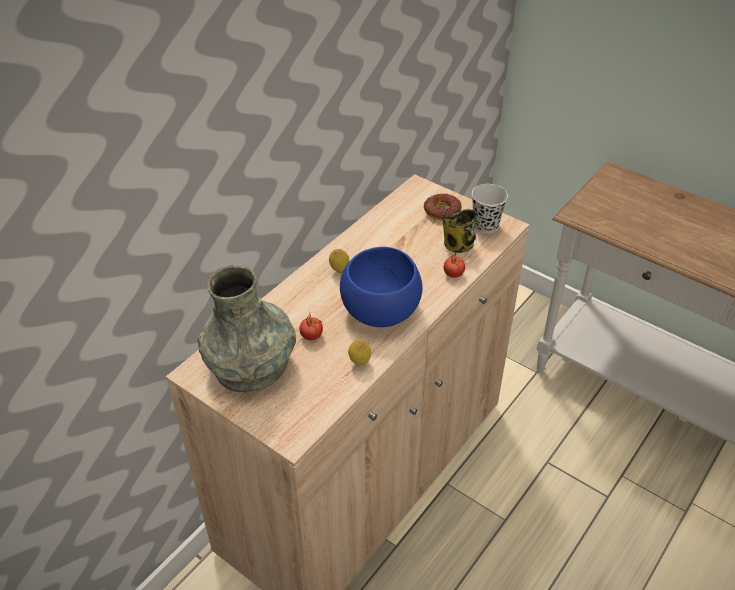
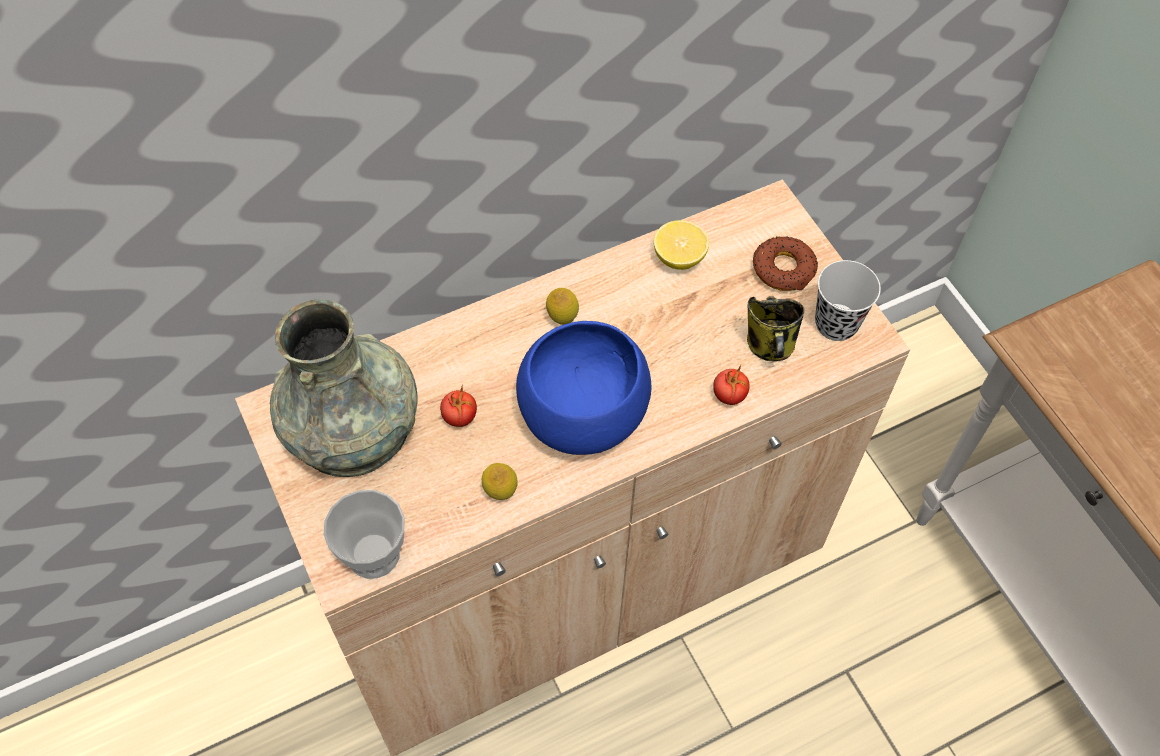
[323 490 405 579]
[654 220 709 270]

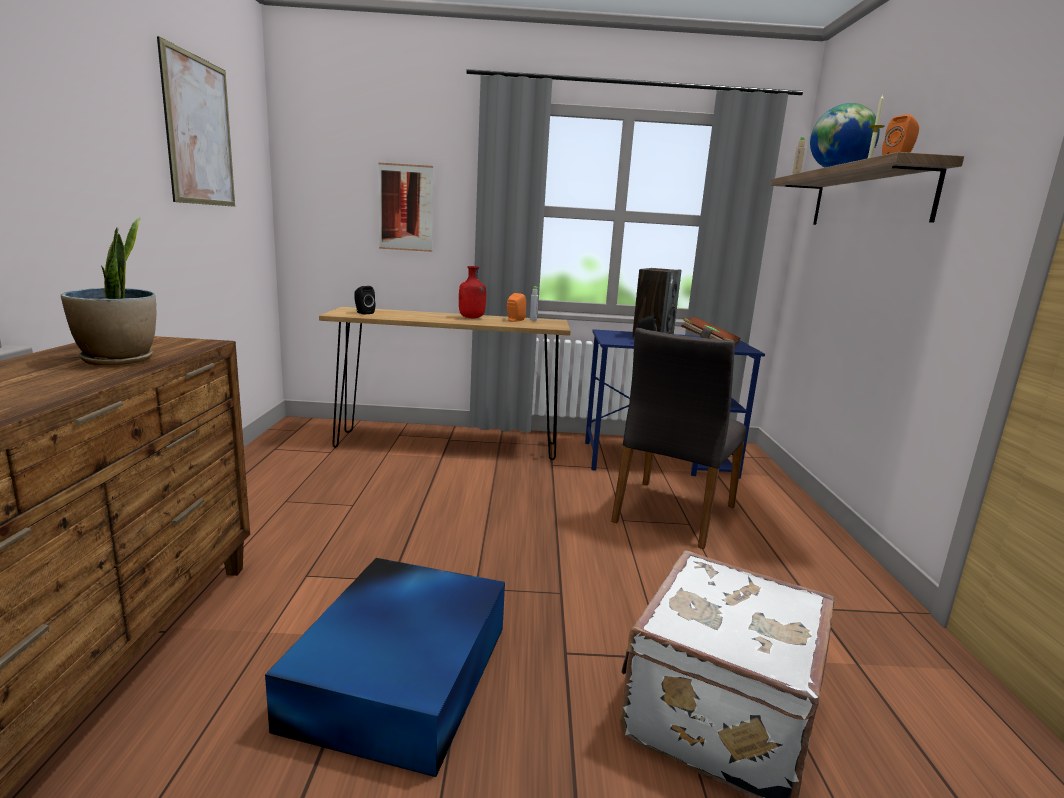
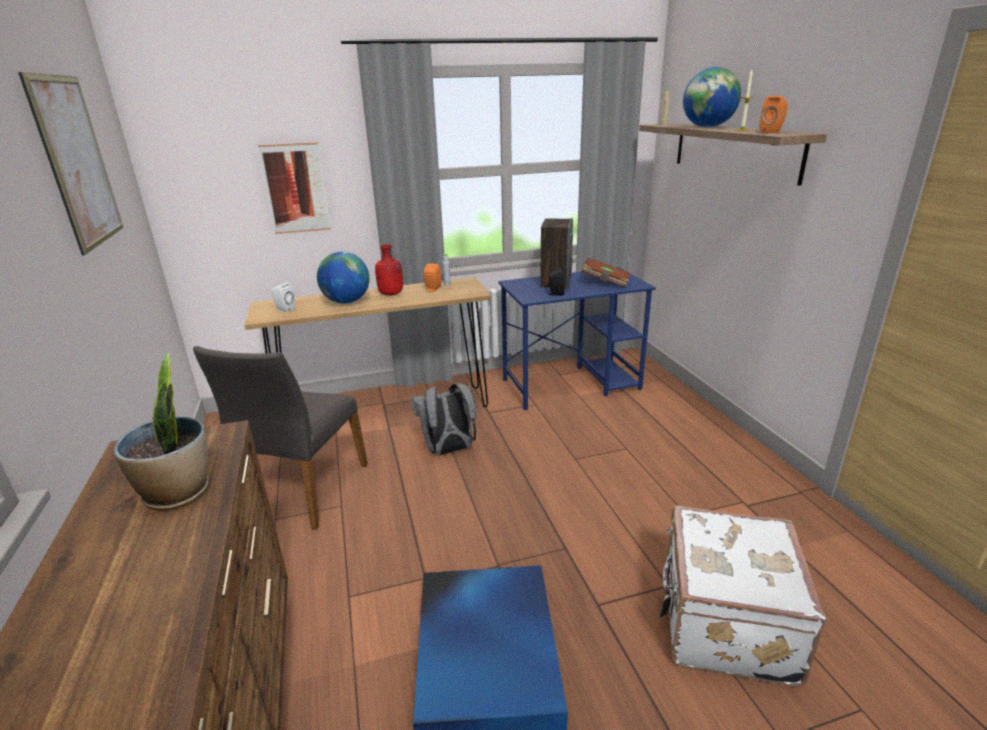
[271 282 296 312]
[193 346 368 530]
[317 252 370 304]
[411 383 476 455]

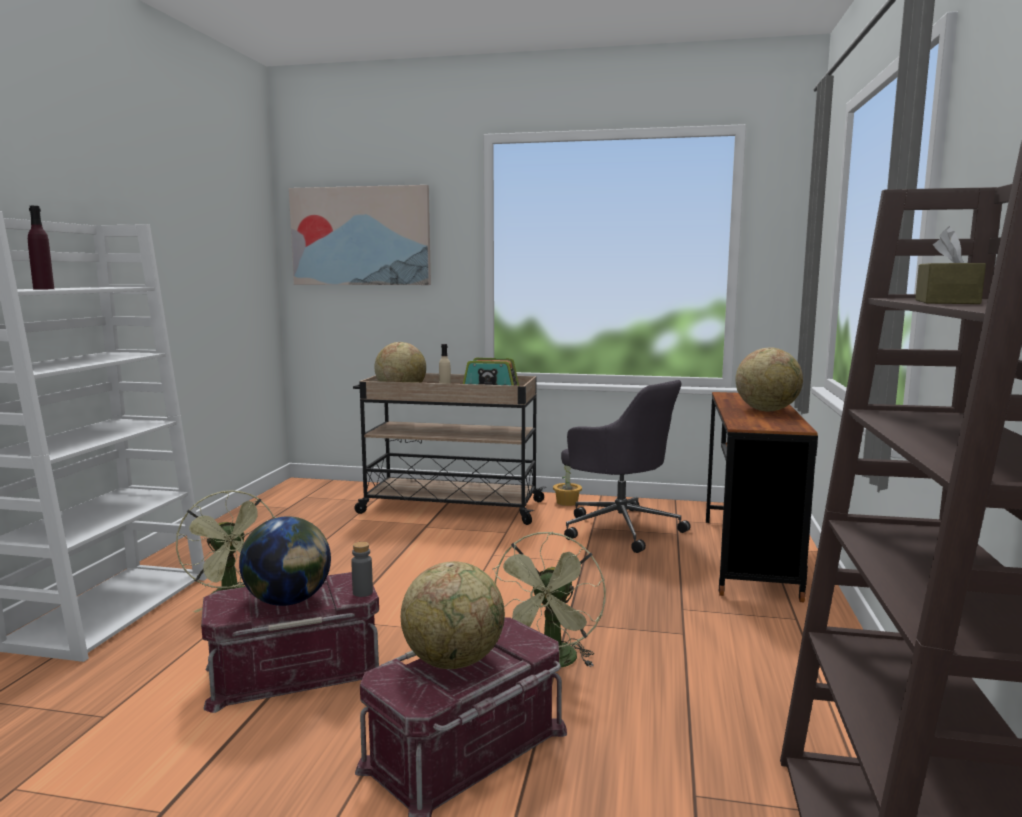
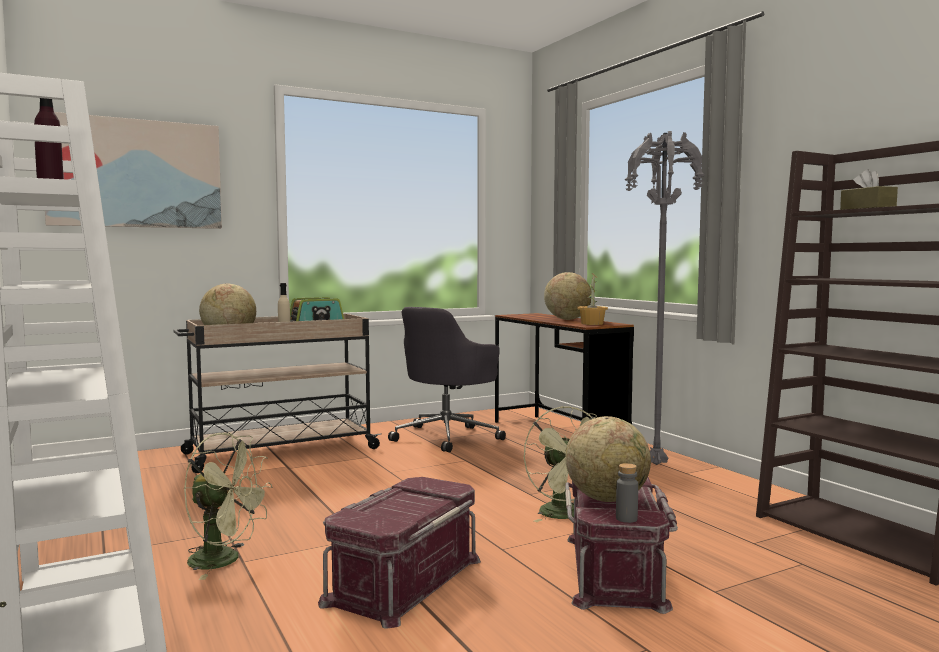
[239 516 331 606] (first image)
[616 463 638 523]
[577 273 608 325]
[388 307 506 452]
[625 131 705 465]

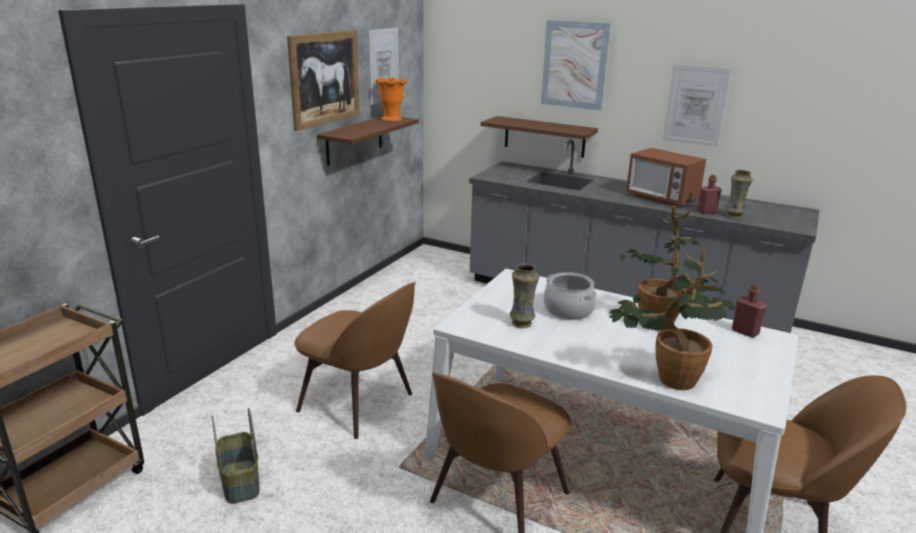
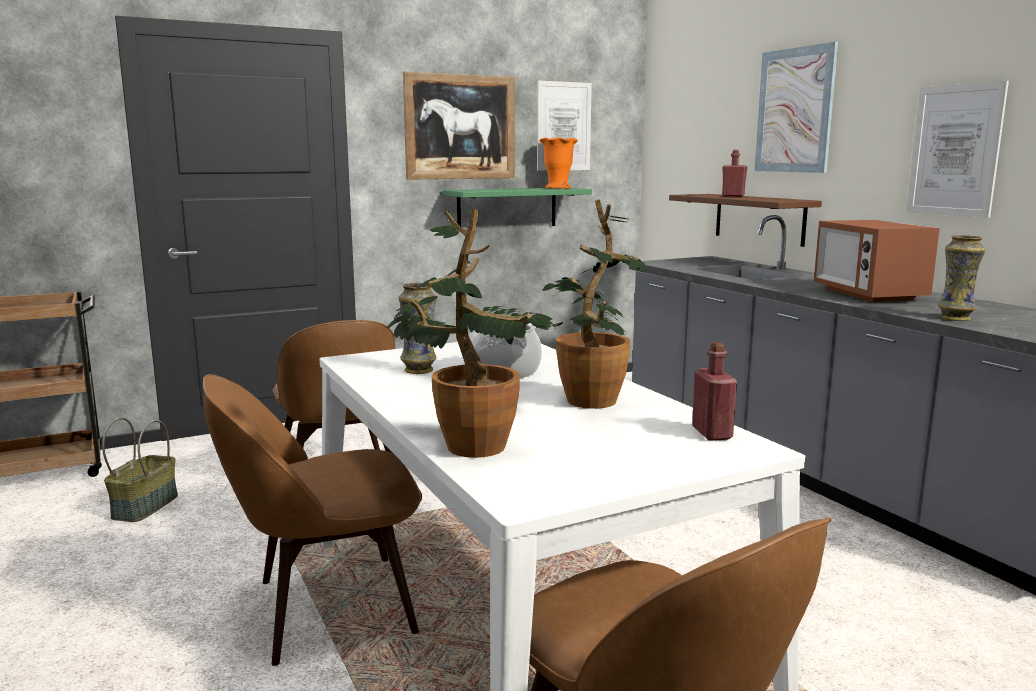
[443 188 592 226]
[722 150 748 197]

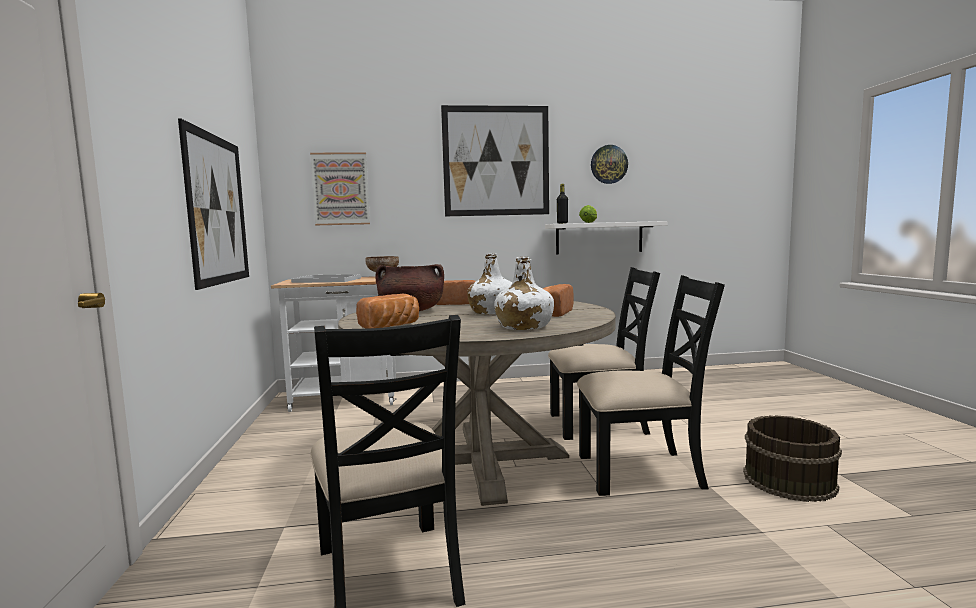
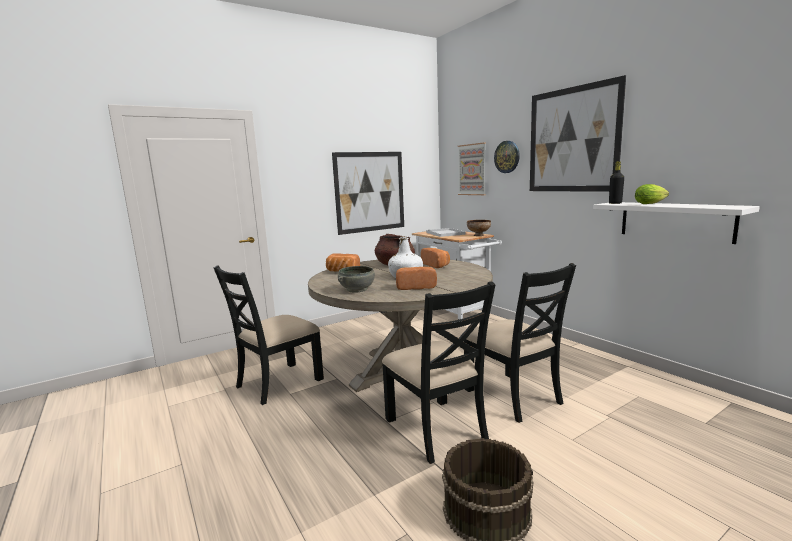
[338 266 375 293]
[494 141 520 173]

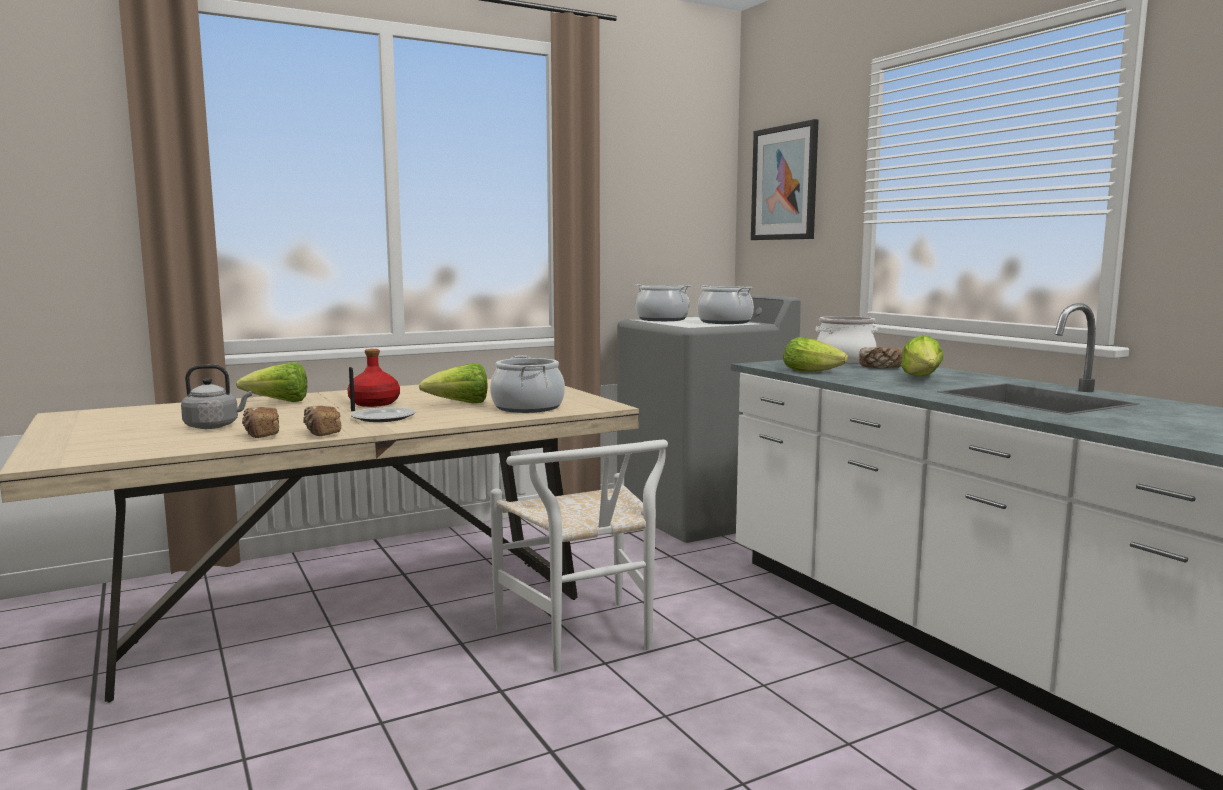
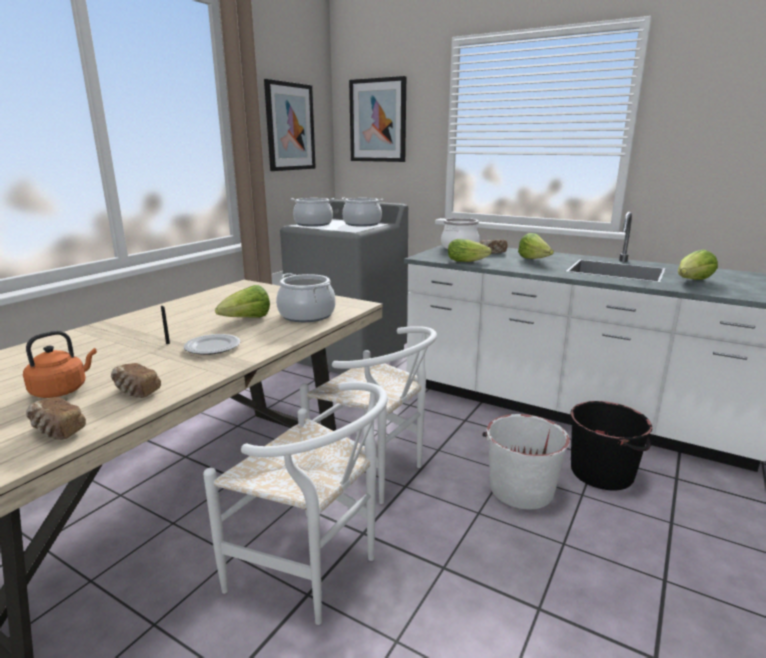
[23 331 97 398]
[678 250 718 280]
[26 397 86 440]
[347 349 400 407] (first image)
[203 382 388 625]
[264 79 316 171]
[483 414 571 509]
[571 401 652 491]

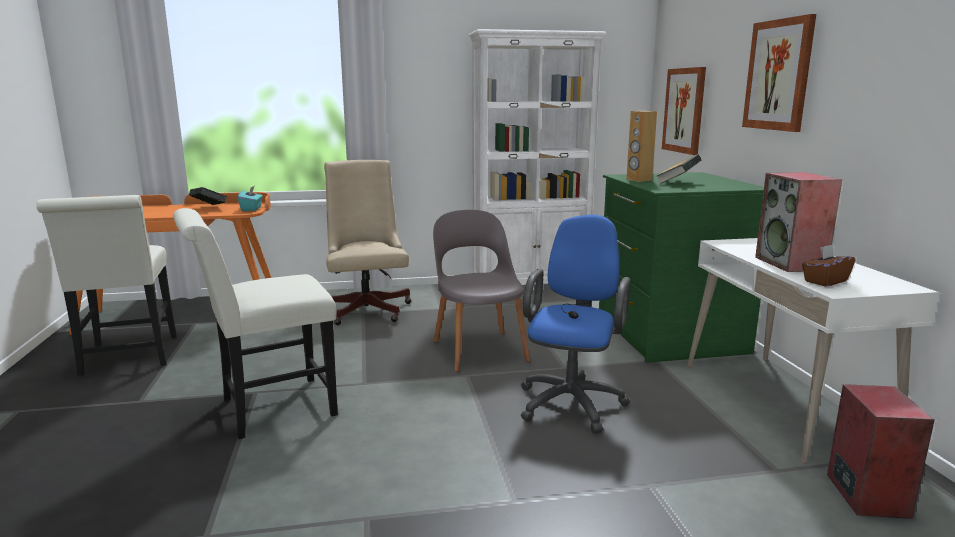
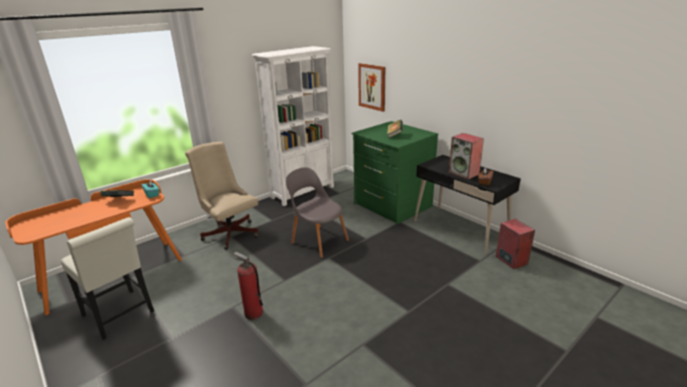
[234 252 263 320]
[521 215 630 434] (first image)
[626 111 657 182] (first image)
[414 155 521 255]
[742 14 816 132] (first image)

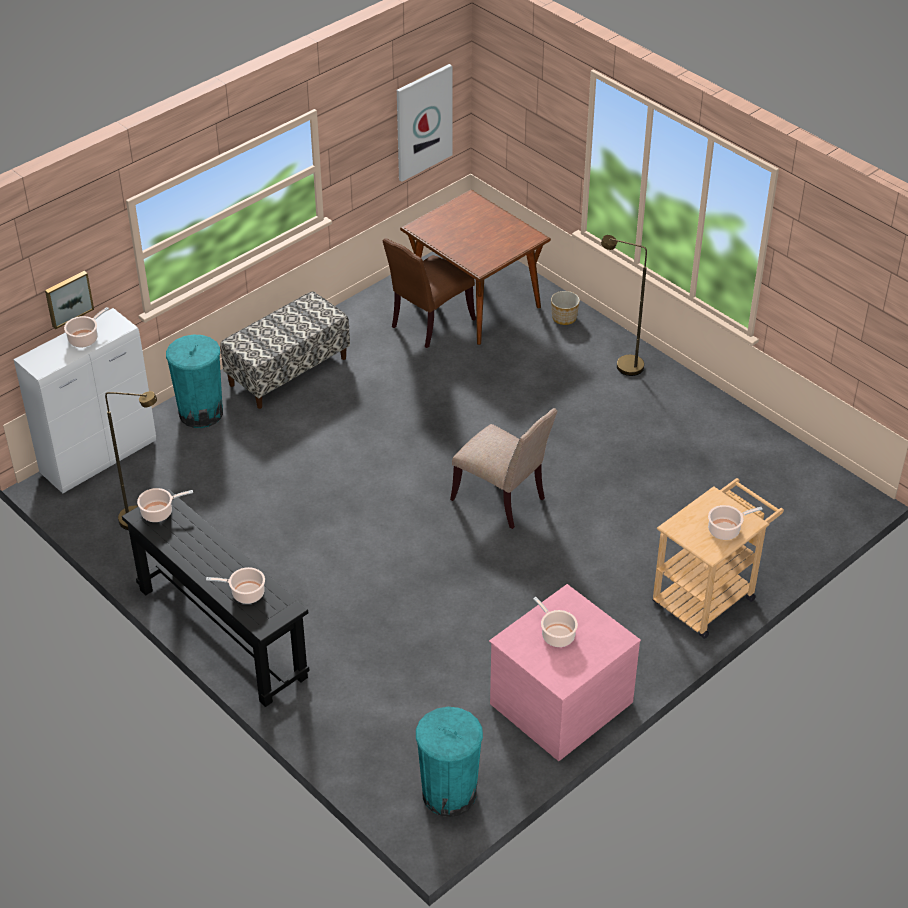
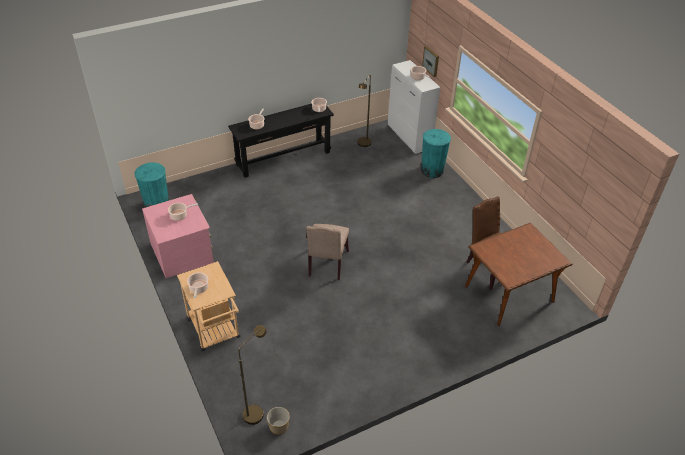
[220 291 350 409] (first image)
[397 64 452 182] (first image)
[306 224 349 280]
[267 407 290 435]
[238 325 267 425]

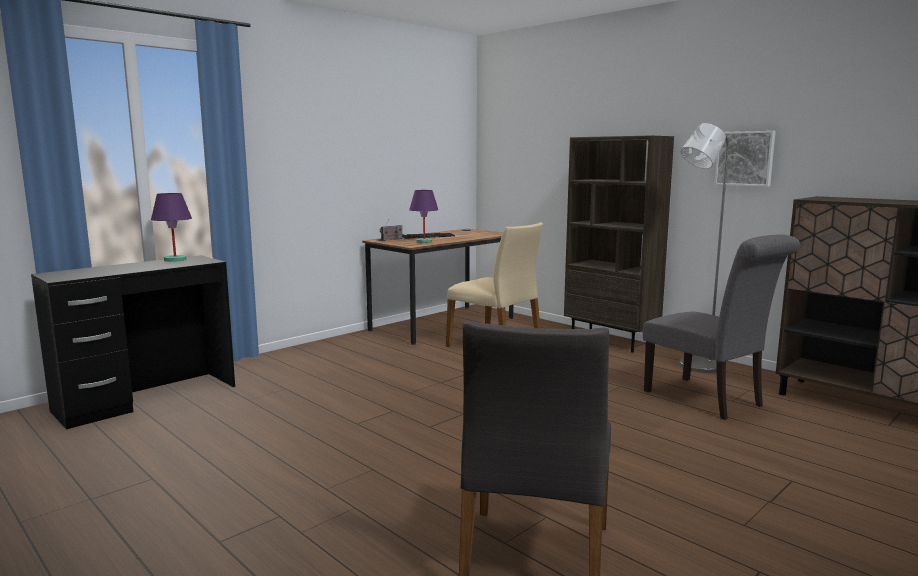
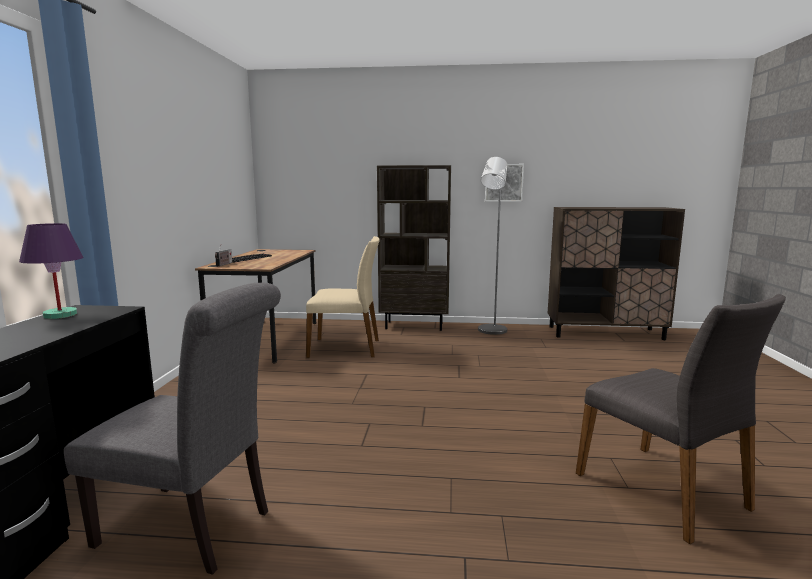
[409 190 438 243] (first image)
[64 283 281 575]

